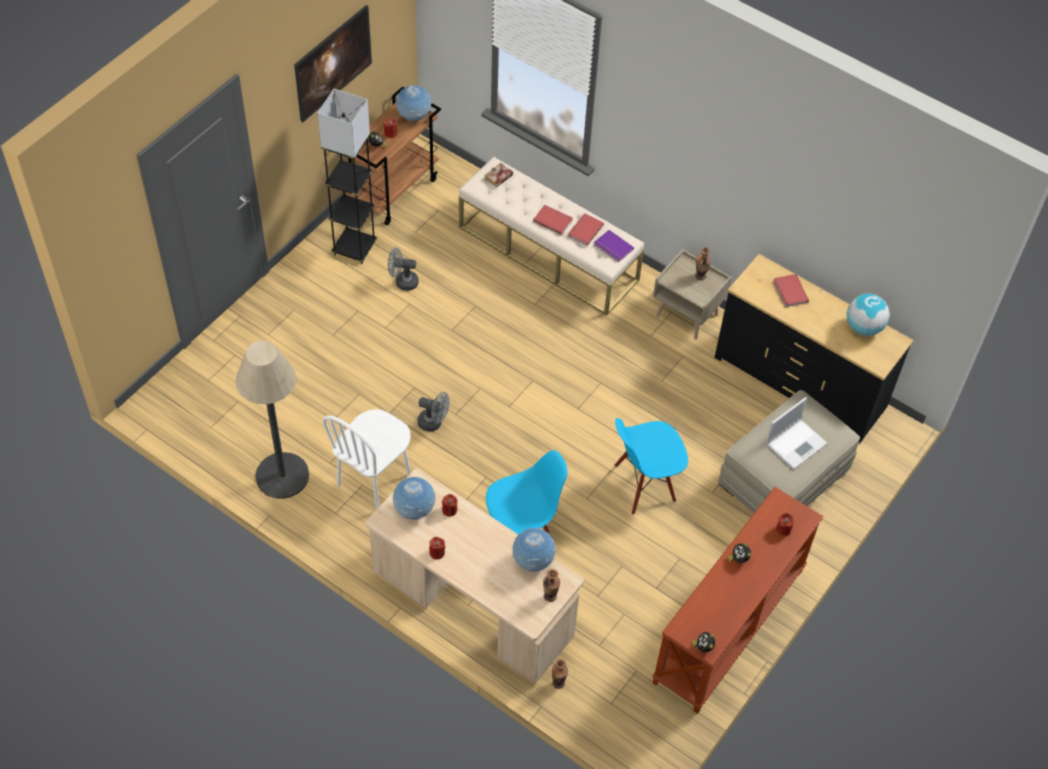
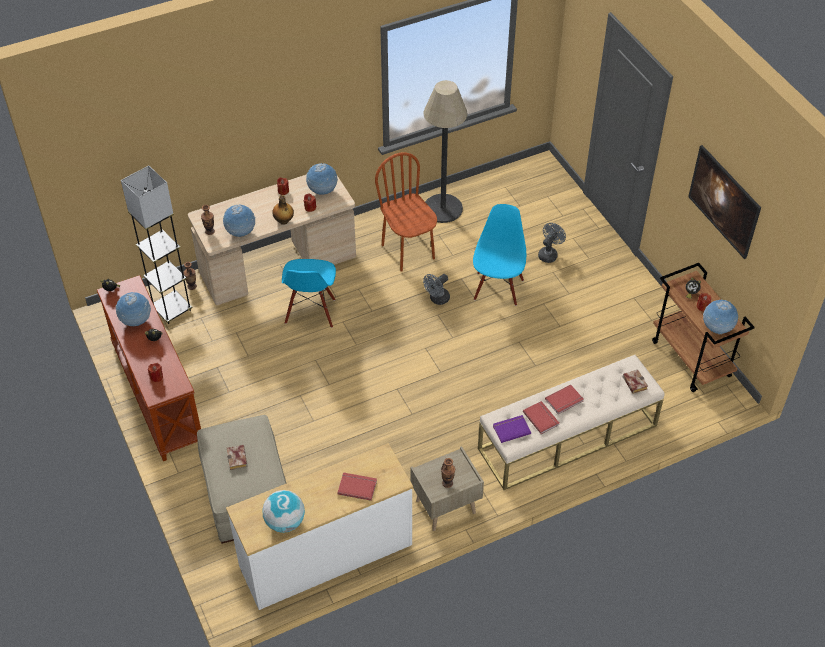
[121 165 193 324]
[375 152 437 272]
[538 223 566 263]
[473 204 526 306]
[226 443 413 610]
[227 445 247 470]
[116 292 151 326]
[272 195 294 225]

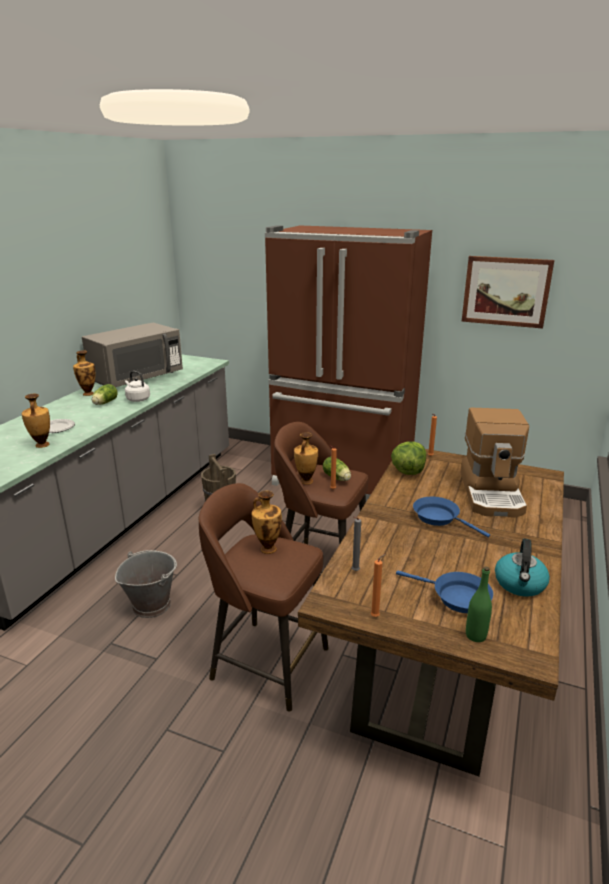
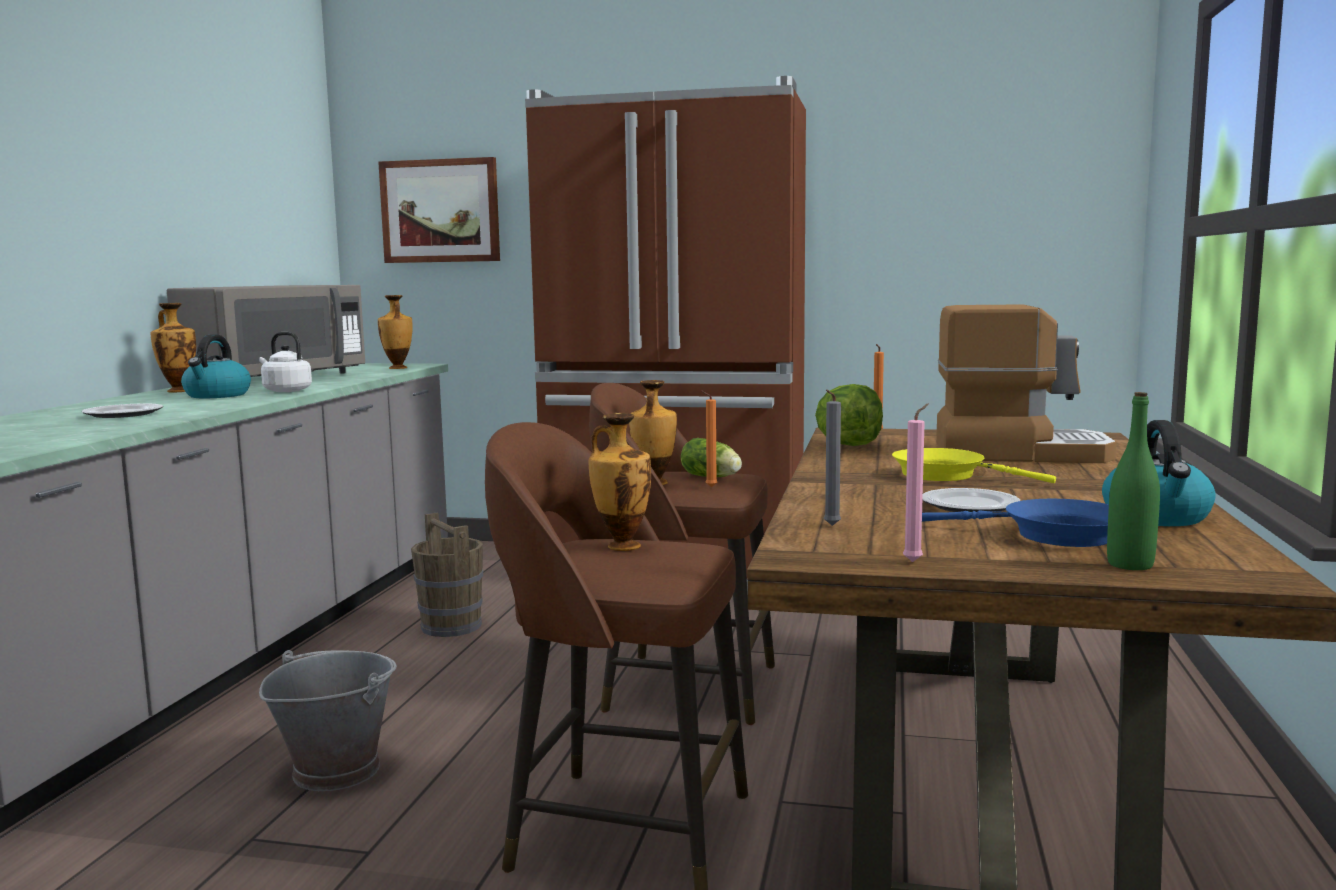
[378 295 413 369]
[181 334 251 398]
[903 404 929 562]
[892 448 1056 483]
[936 304 1117 463]
[378 157 500 263]
[922 488 1020 512]

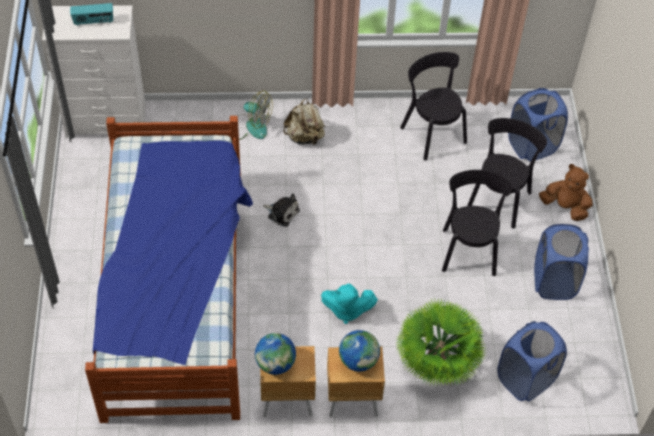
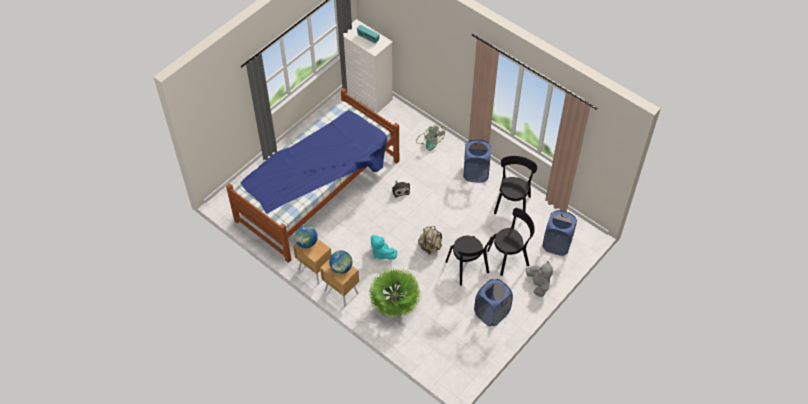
[418 226 442 255]
[445 236 493 286]
[463 139 491 183]
[526 261 553 297]

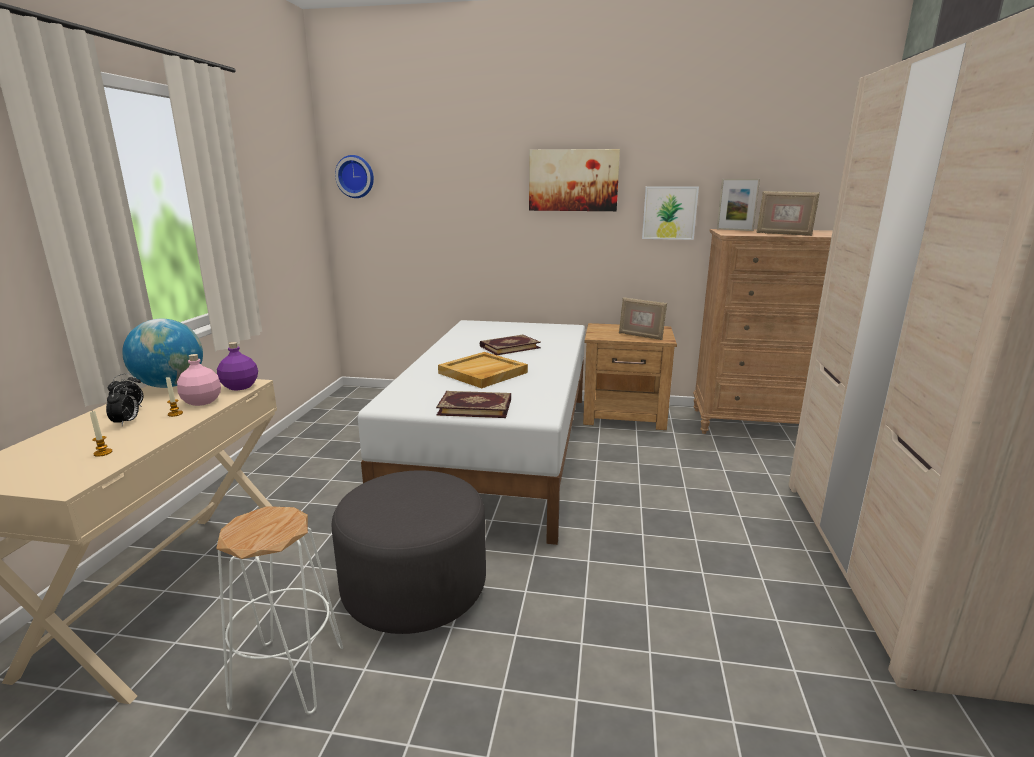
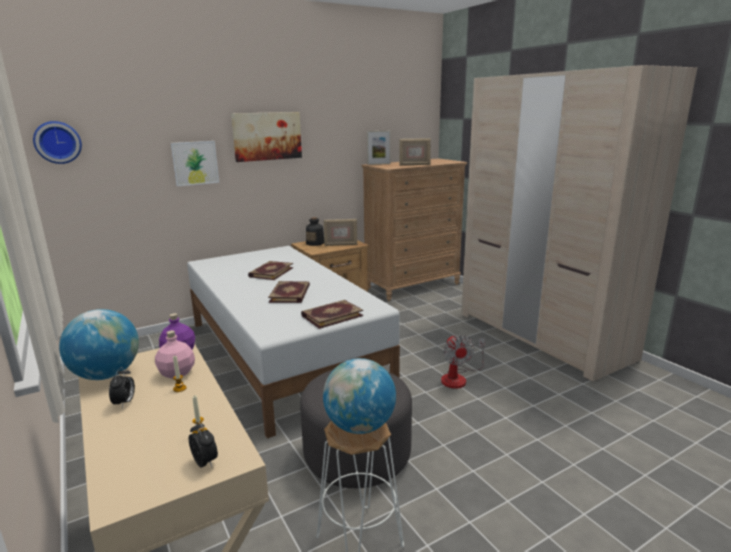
[189 421 218 468]
[268 281 310 303]
[171 141 219 186]
[306 217 324 246]
[323 358 396 434]
[441 335 485 389]

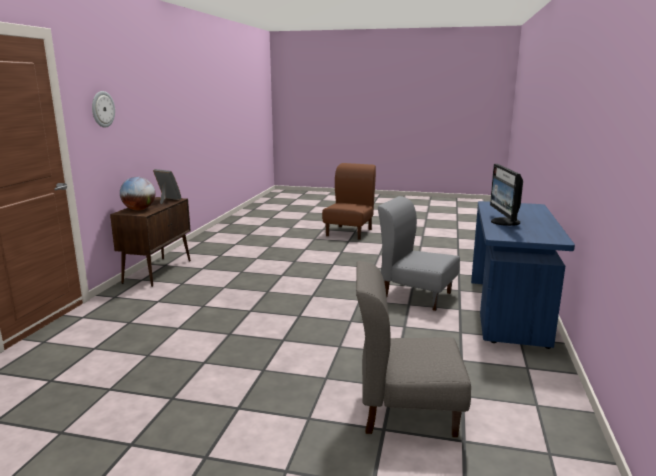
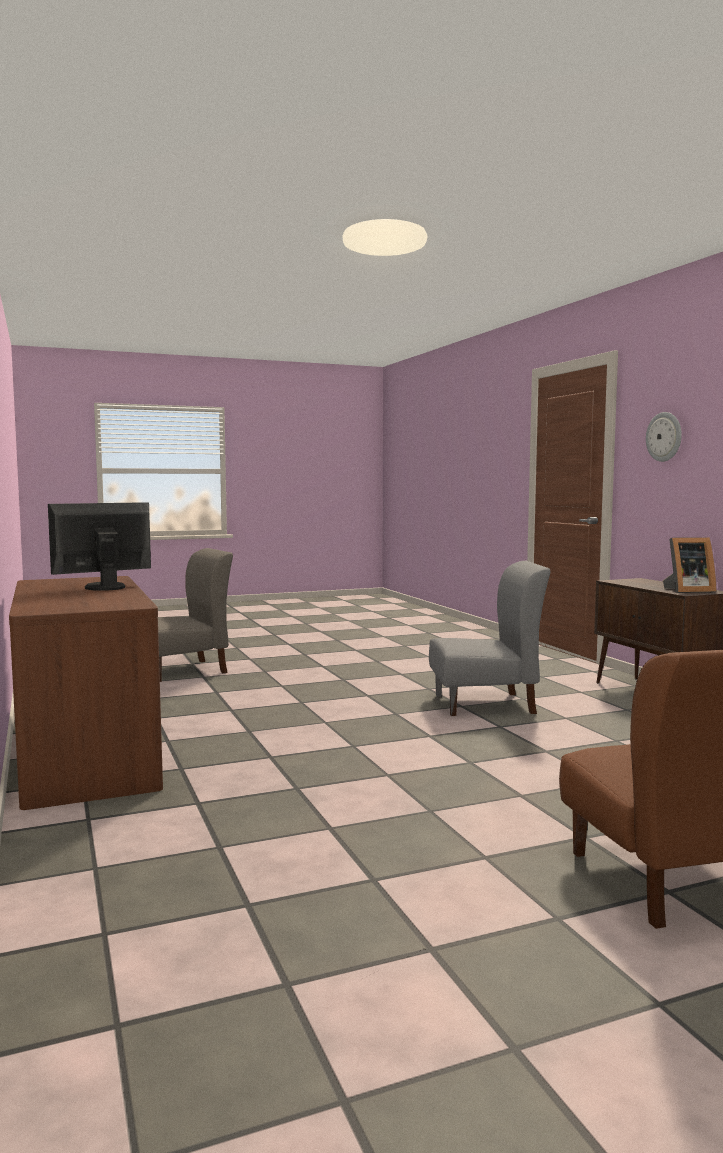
[120 177 155 210] (first image)
[429 561 550 716]
[9 576 163 810]
[48 502 151 591]

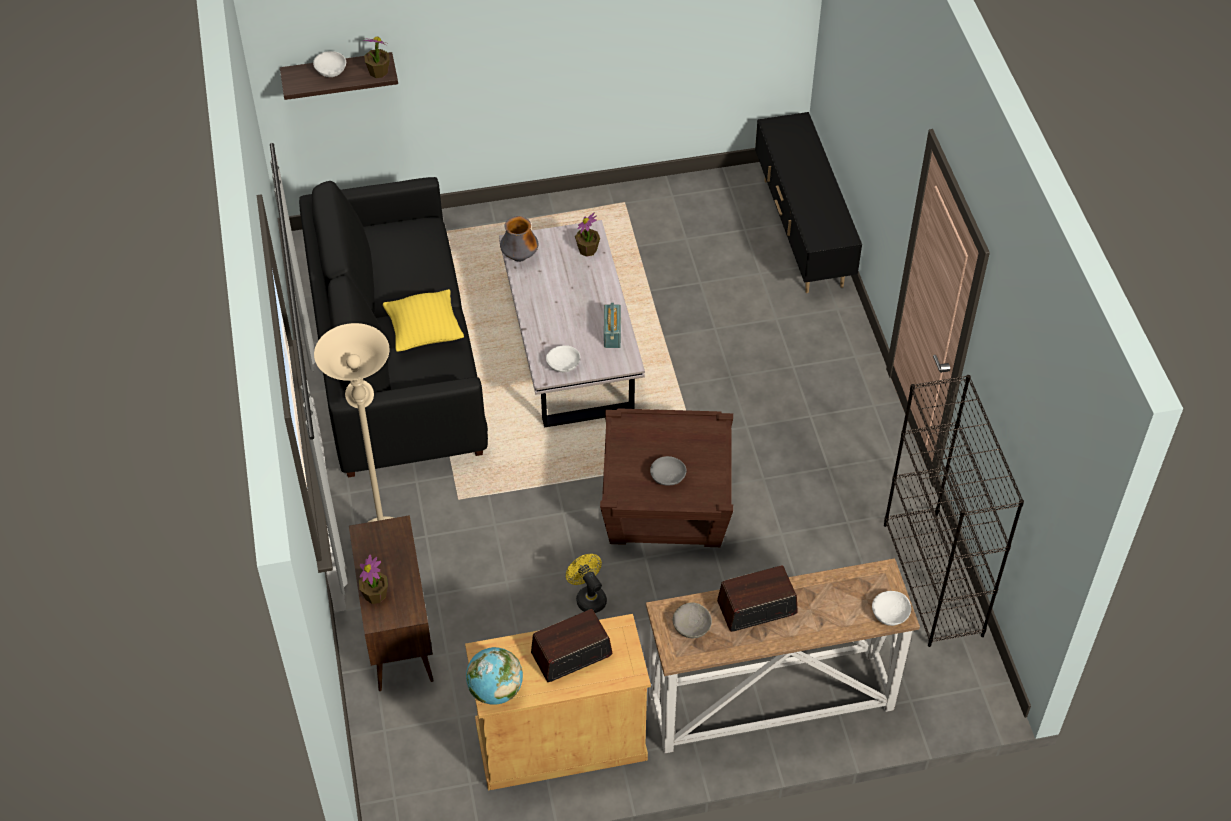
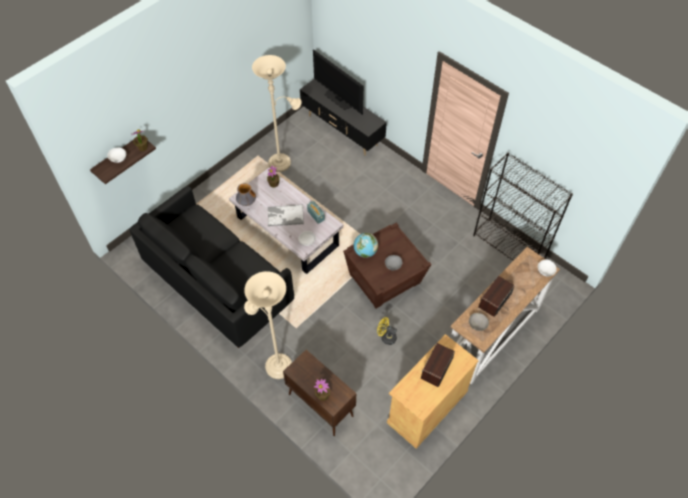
[383 289 464 352] (first image)
[354 233 378 258]
[252 55 302 172]
[268 205 304 226]
[313 49 364 115]

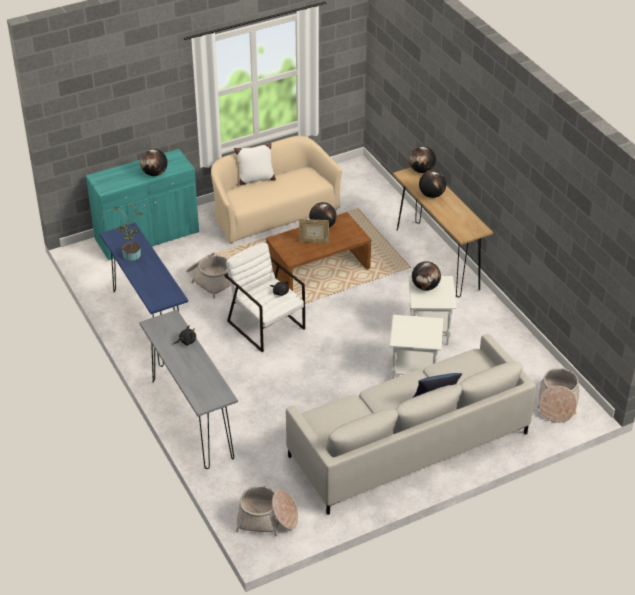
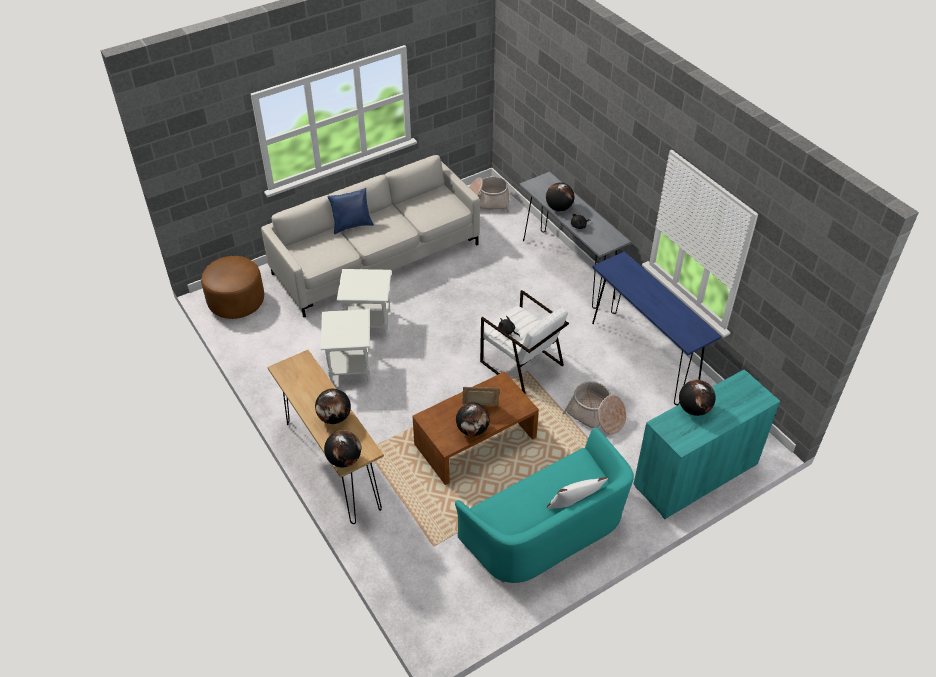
[112 203 143 261] (first image)
[455 427 634 583]
[546 182 575 211]
[201 256 264 319]

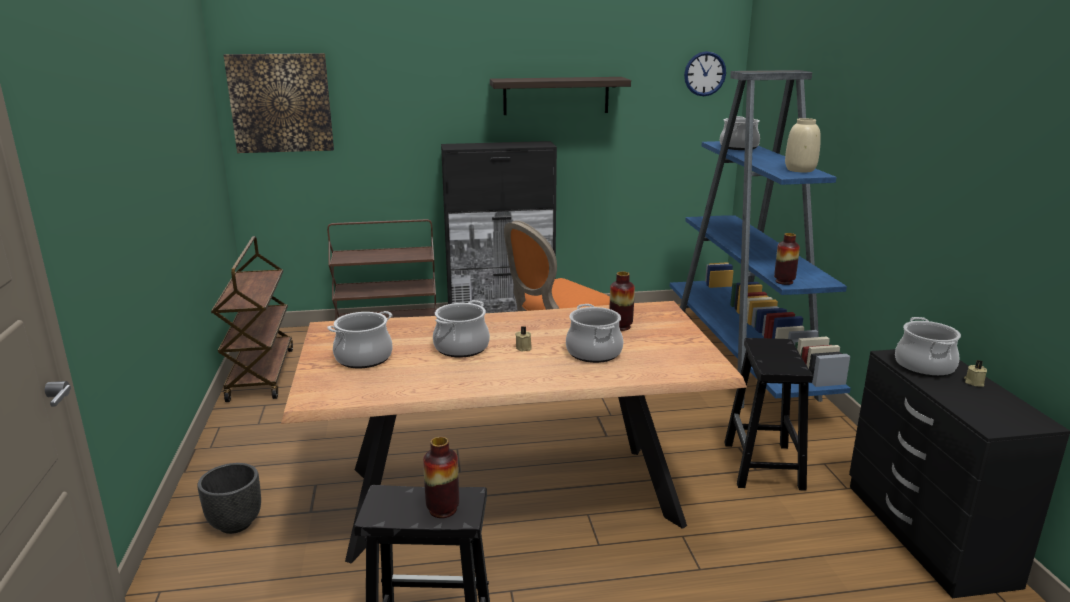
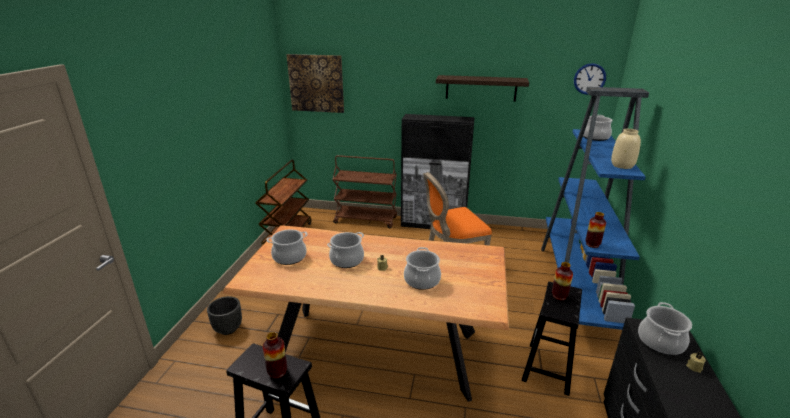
[552 262 573 300]

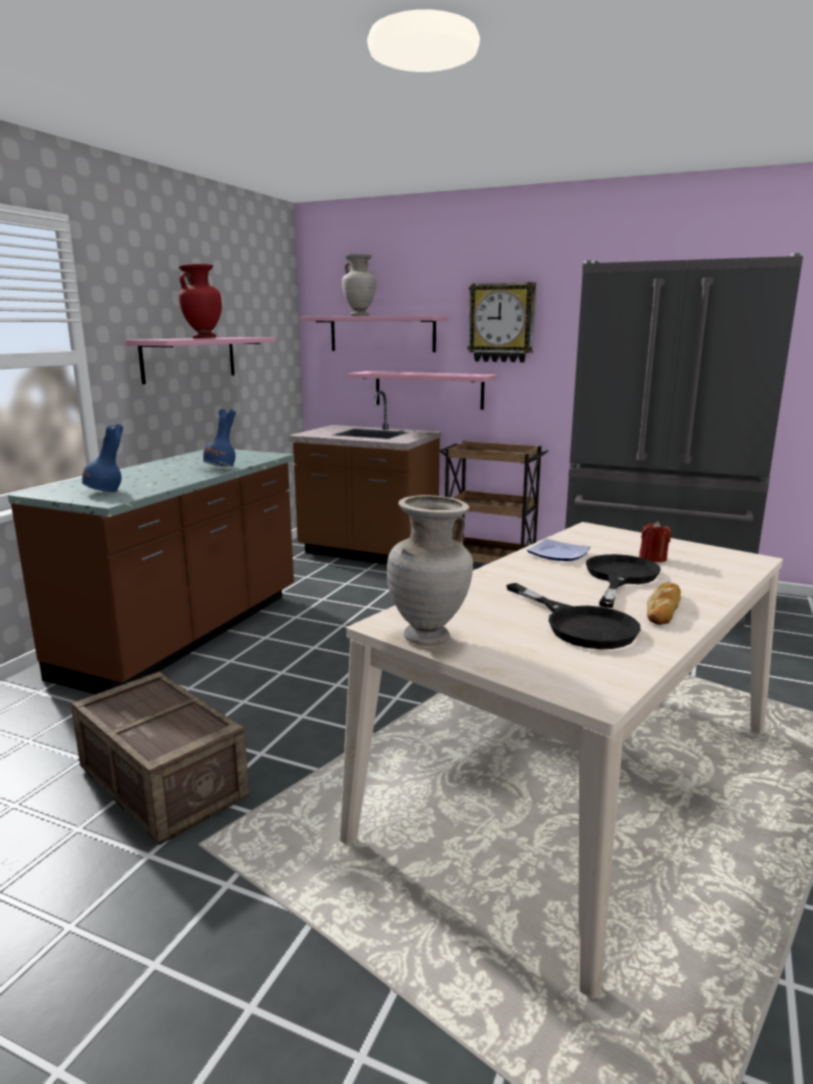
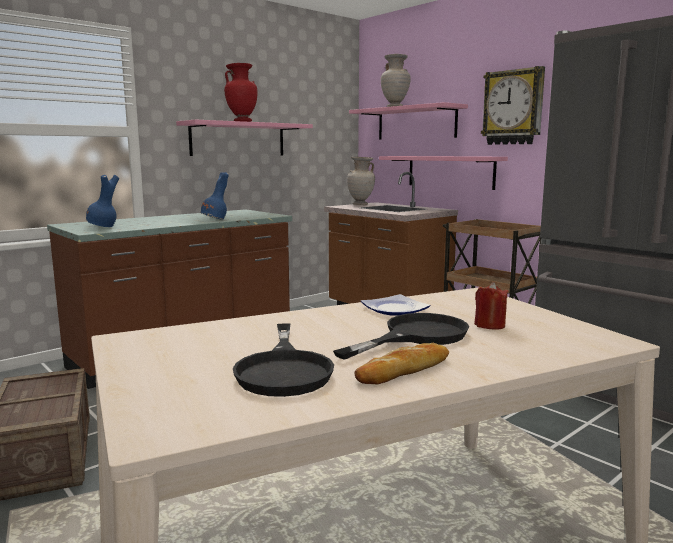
[347 157 375 205]

